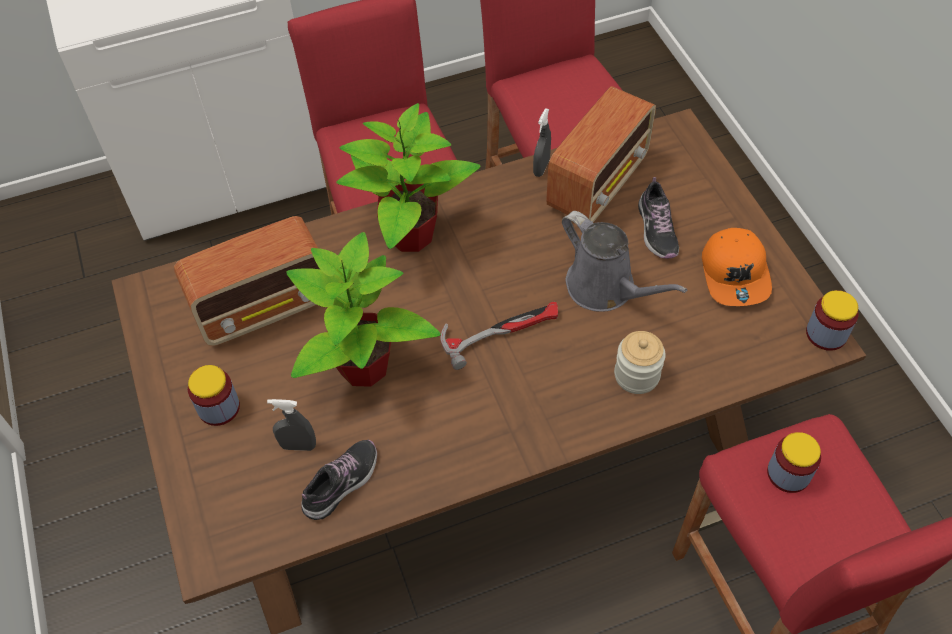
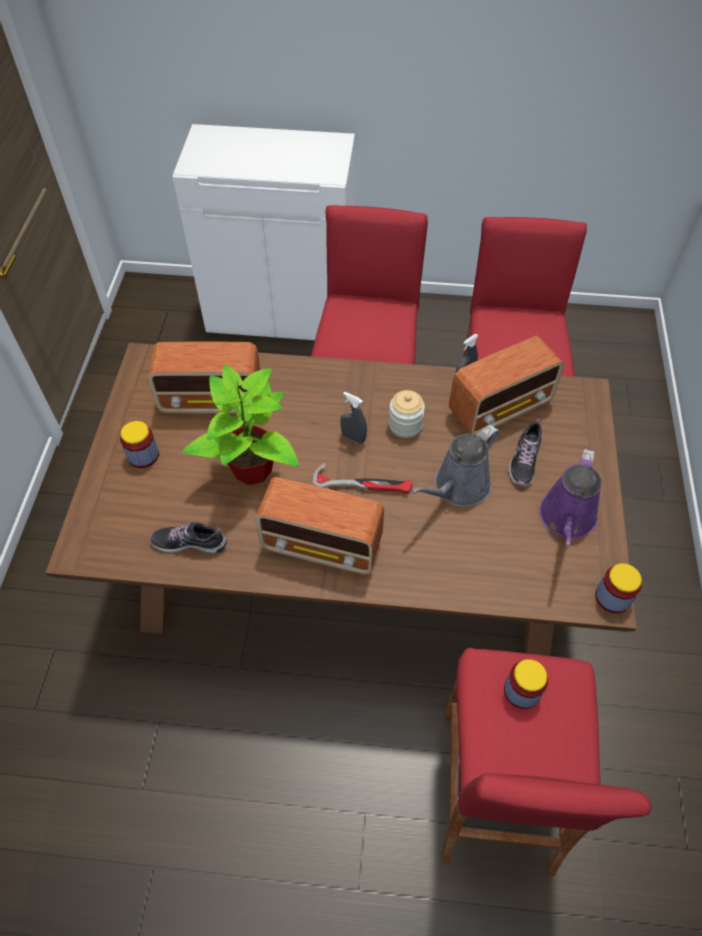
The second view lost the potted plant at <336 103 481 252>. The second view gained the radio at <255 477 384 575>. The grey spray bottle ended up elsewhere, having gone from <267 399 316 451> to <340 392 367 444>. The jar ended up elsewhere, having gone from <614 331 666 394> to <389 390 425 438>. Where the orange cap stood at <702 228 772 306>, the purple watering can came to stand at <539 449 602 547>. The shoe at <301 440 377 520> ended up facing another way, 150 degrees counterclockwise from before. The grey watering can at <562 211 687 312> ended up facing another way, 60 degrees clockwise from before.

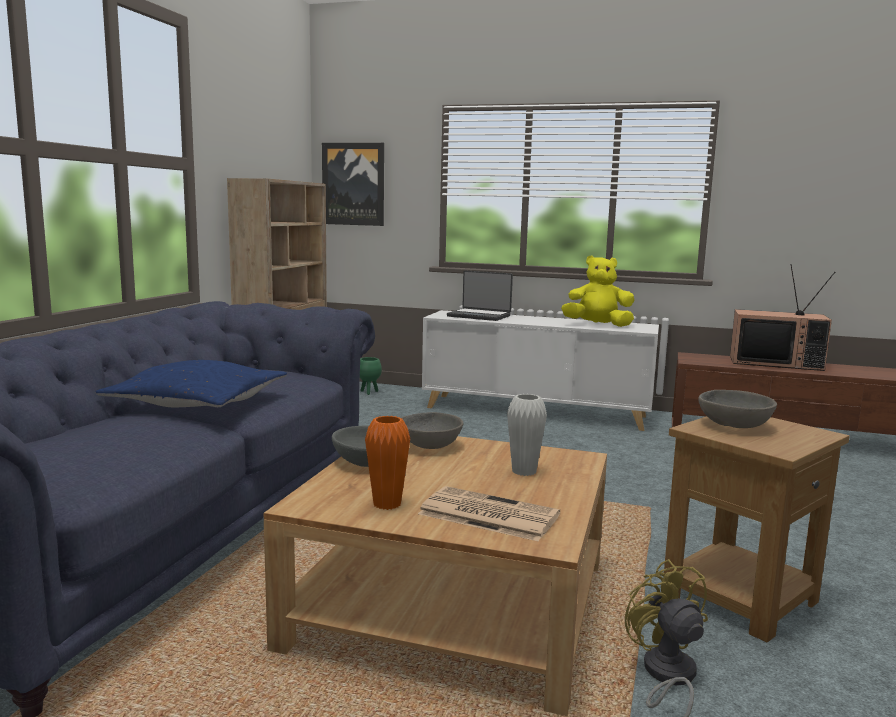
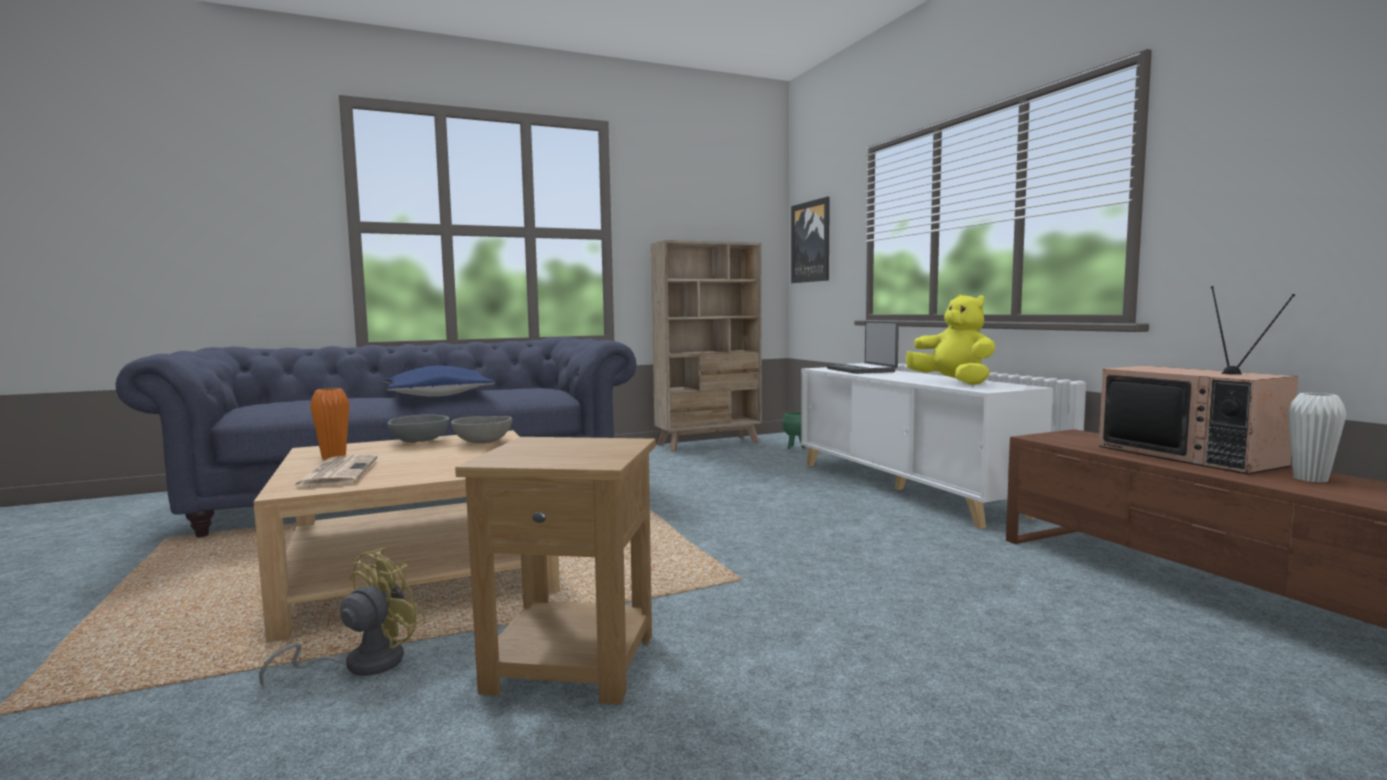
The second view lost the grey bowl at <698 390 777 428>. The white vase ended up elsewhere, having gone from <507 394 547 476> to <1288 393 1346 482>.

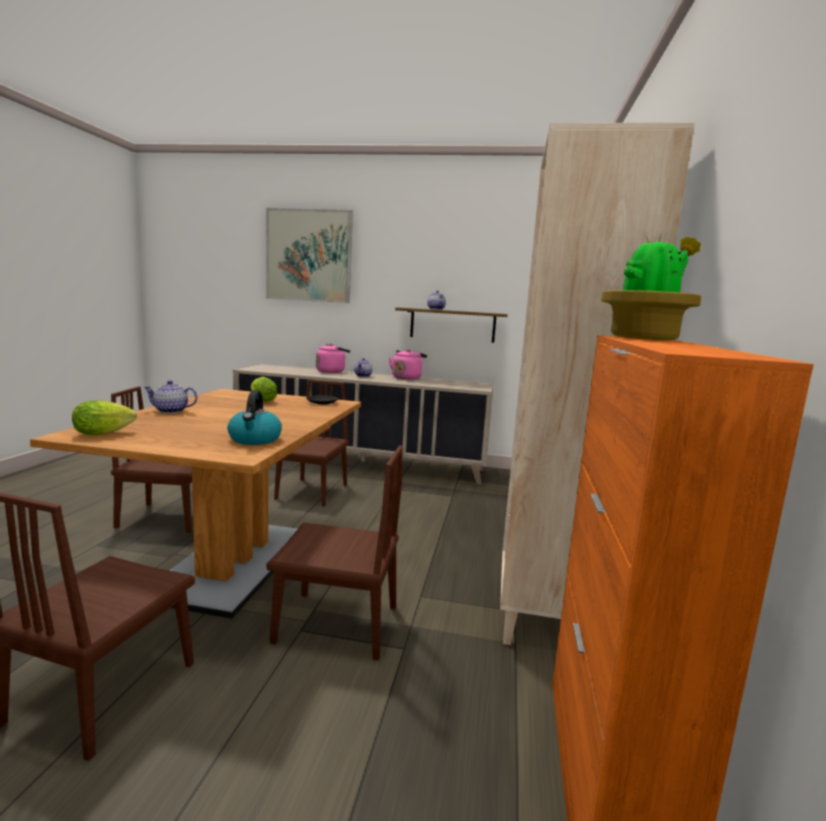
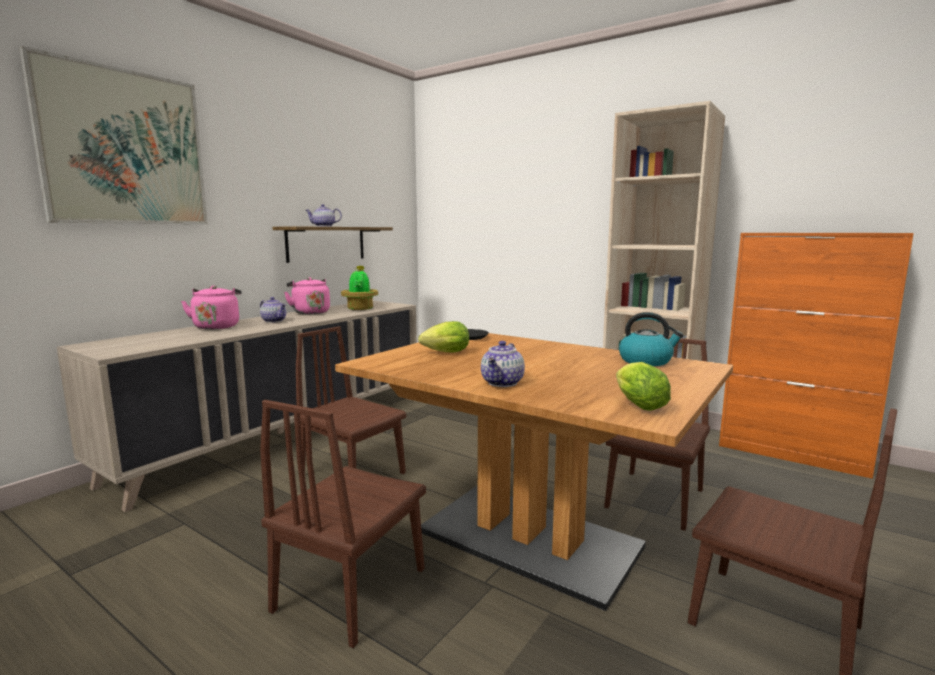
The potted plant ended up elsewhere, having gone from <602 232 701 340> to <341 265 378 310>.

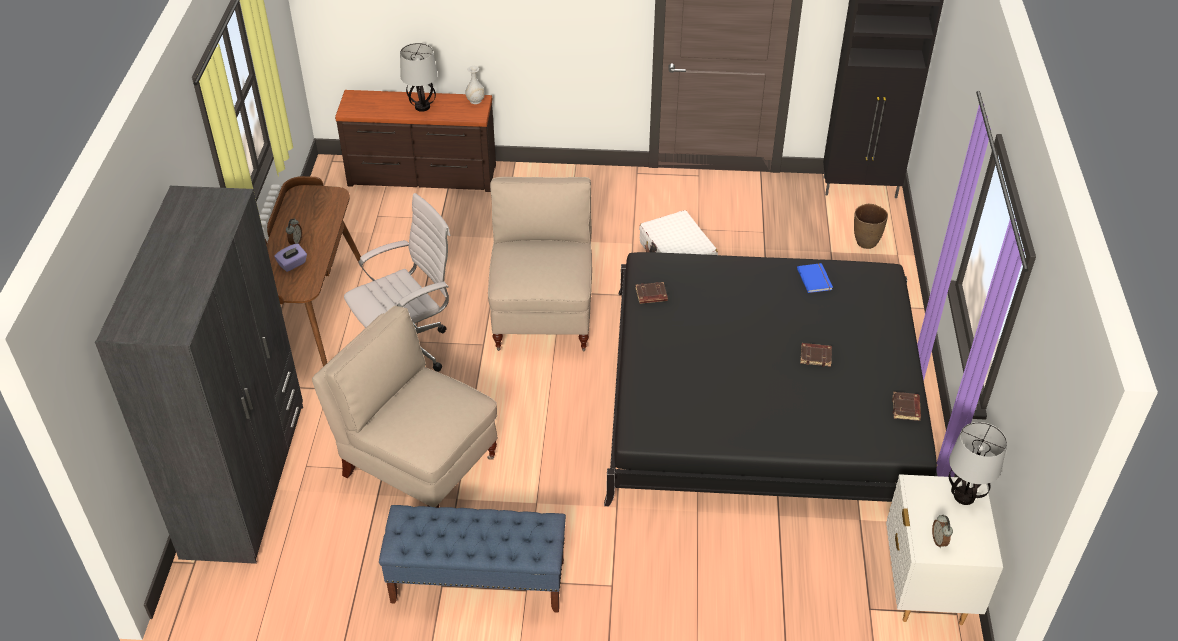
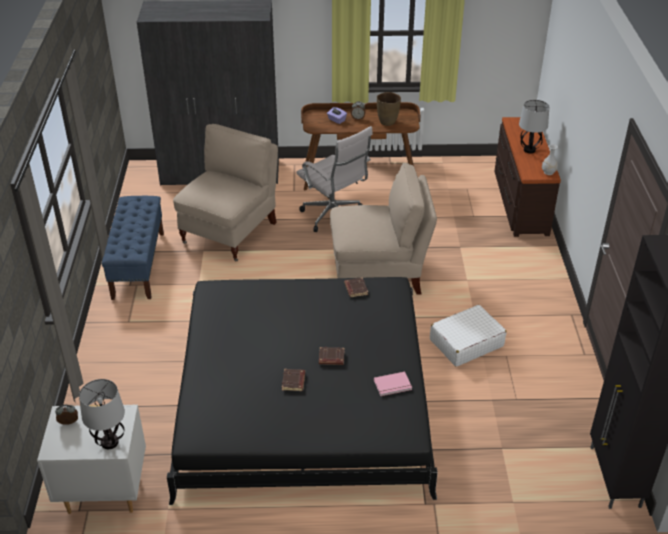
The brown vase ended up elsewhere, having gone from <854 204 888 249> to <377 92 401 126>. The brown book ended up elsewhere, having gone from <892 392 921 421> to <319 347 345 365>. What was the blue book at <797 263 833 293> turned into the pink book at <374 372 412 396>.

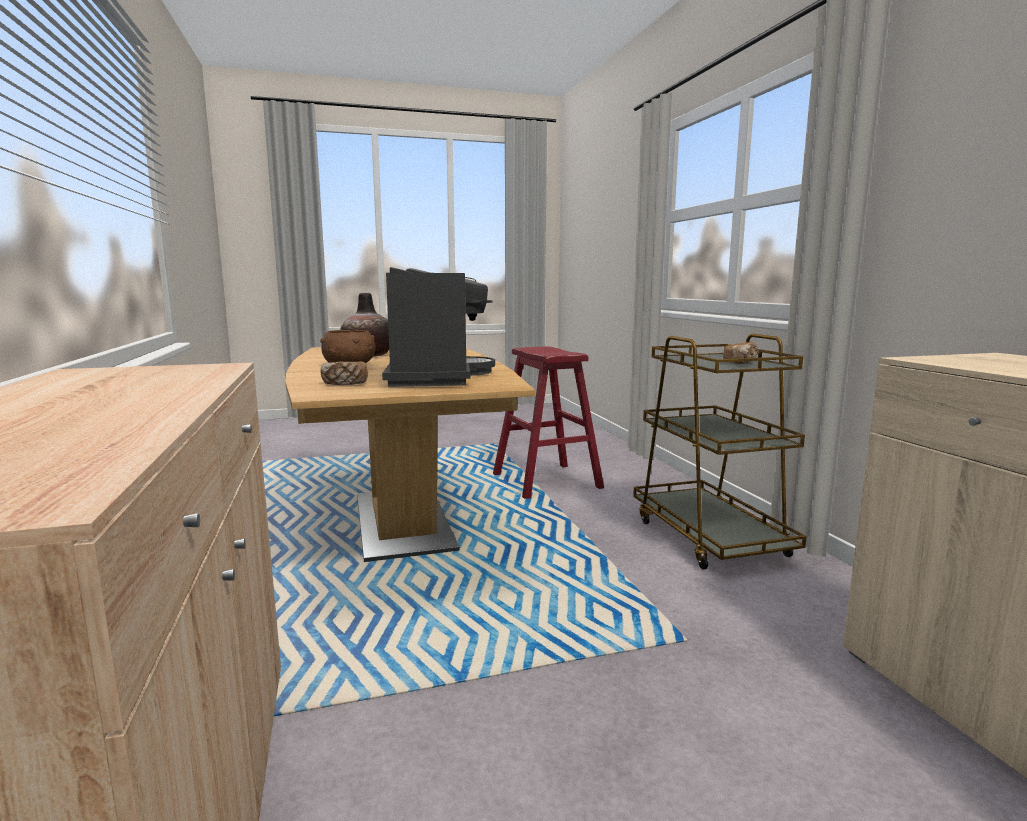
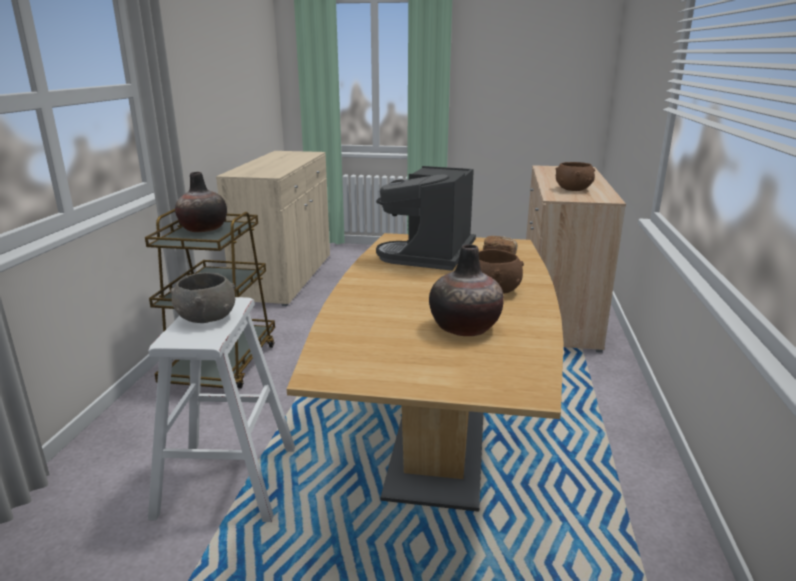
The second view gained the grey bowl at <171 272 235 323>. The second view gained the brown bowl at <556 162 595 191>. Where the bread stood at <723 342 759 364>, the vase came to stand at <175 172 227 232>. What was the red stool at <493 346 604 499> turned into the white stool at <148 297 295 522>.

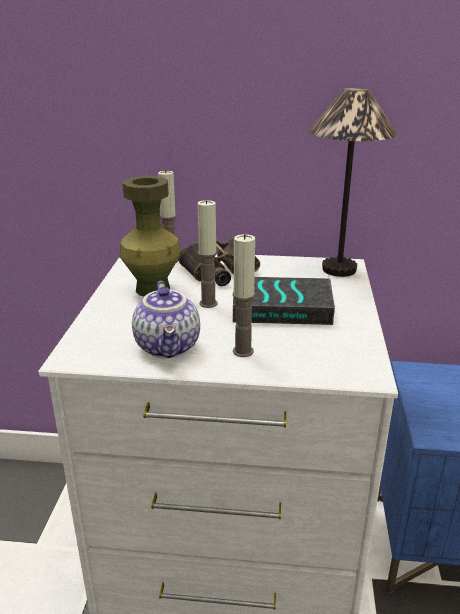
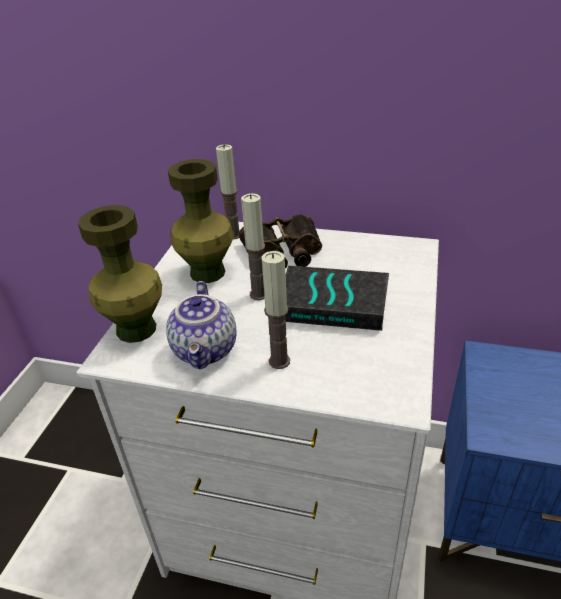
The second view lost the table lamp at <308 88 397 277>. The second view gained the green vase at <78 205 162 343>.

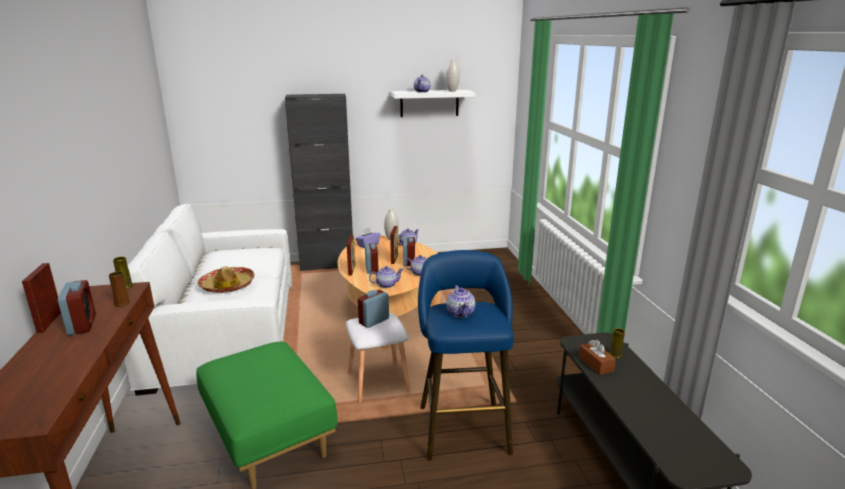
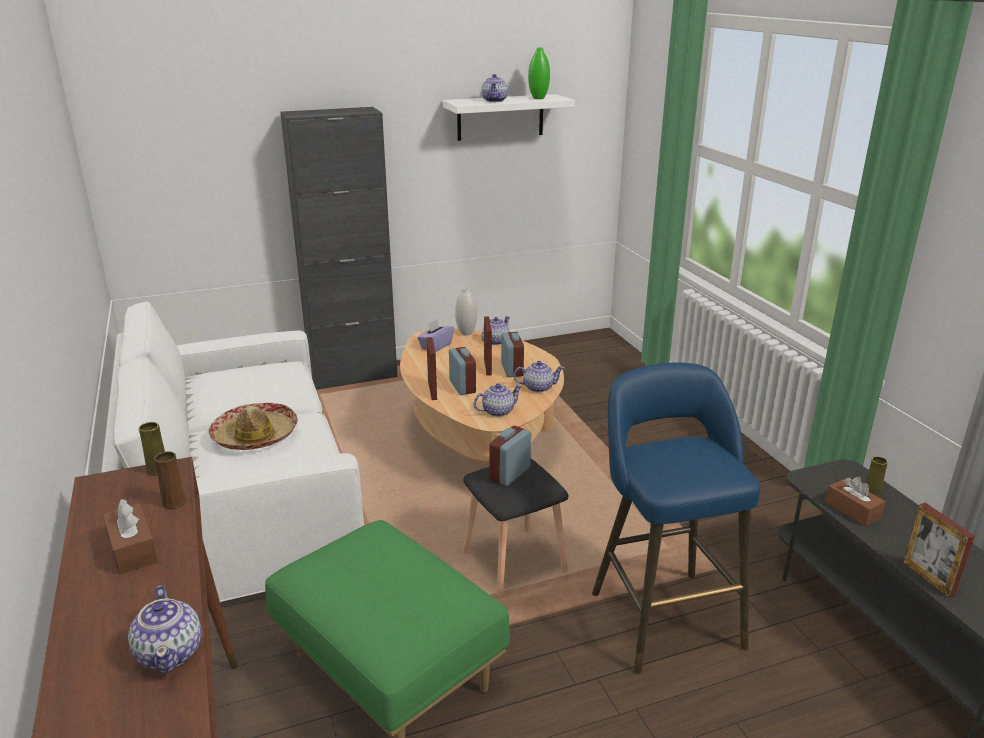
The picture frame ended up elsewhere, having gone from <22 263 61 333> to <903 502 975 598>. The teapot ended up elsewhere, having gone from <446 285 475 318> to <128 585 202 673>. Where the alarm clock stood at <58 280 96 335>, the brown tissue box came to stand at <103 499 158 574>. What was the white stool at <346 313 411 403> turned into the black stool at <463 459 568 597>. What was the white vase at <446 59 460 92> turned into the green vase at <528 48 550 99>.

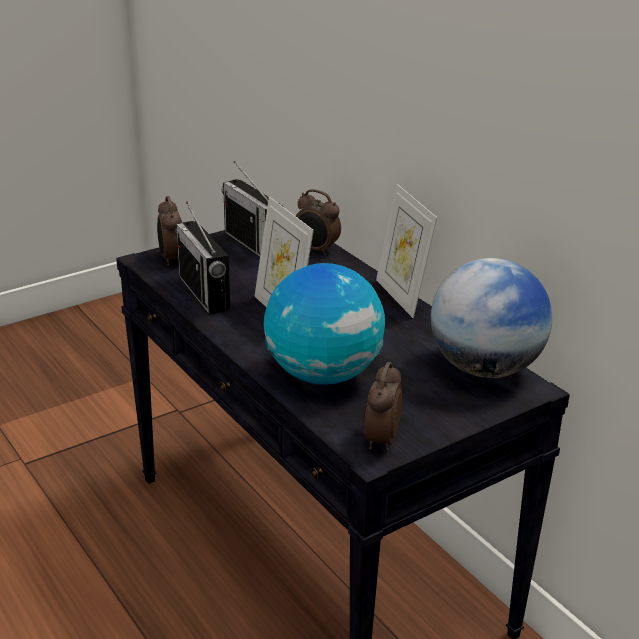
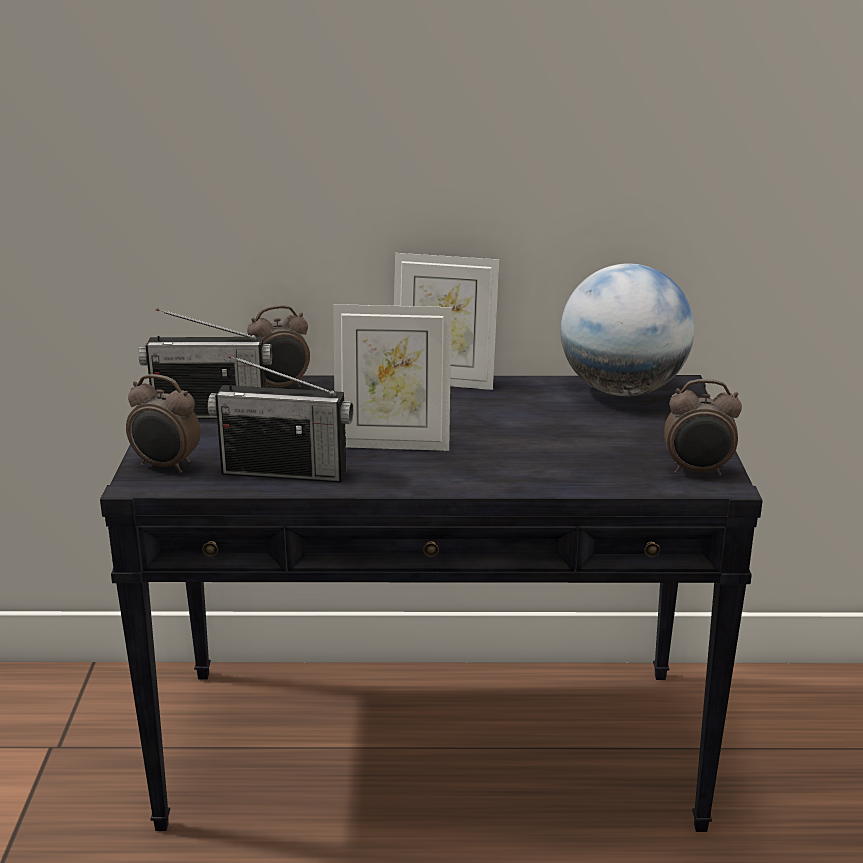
The second view lost the globe at <264 263 385 385>. The alarm clock at <364 362 402 450> ended up facing another way, 45 degrees counterclockwise from before.

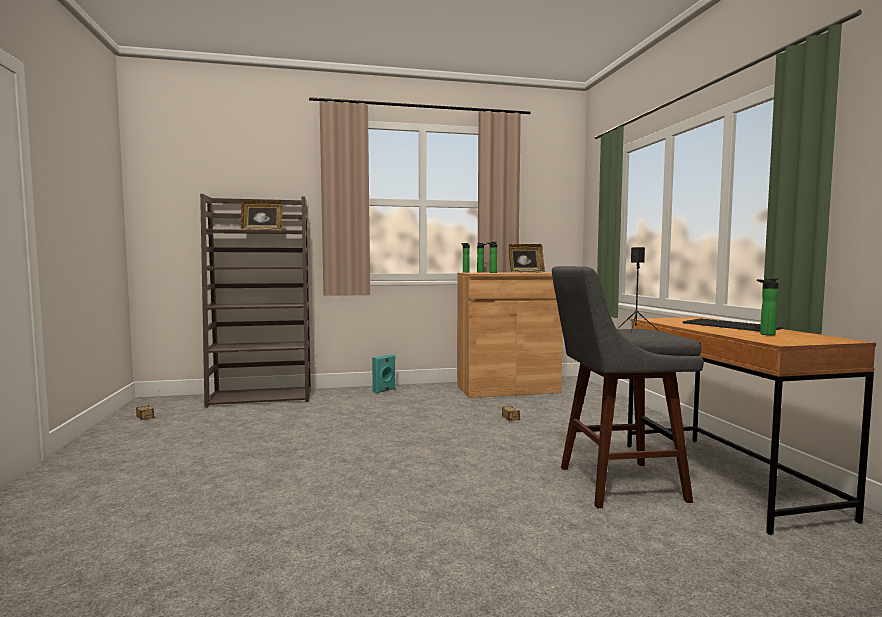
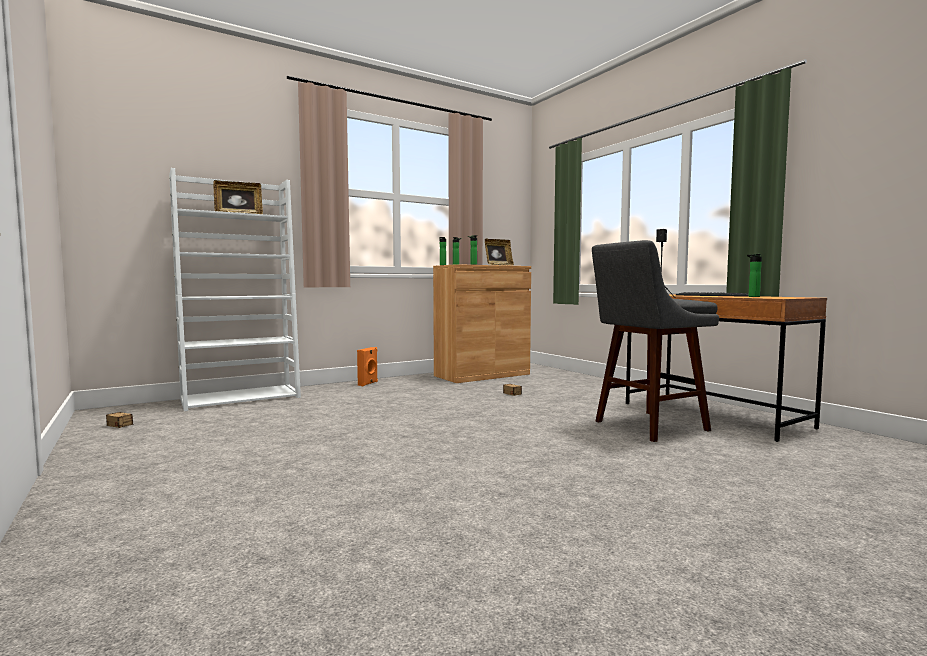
What was the brown bookcase at <200 194 311 408> turned into the white bookcase at <169 168 301 411>. What was the turquoise speaker at <372 354 396 394> turned into the orange speaker at <357 347 378 386>.

